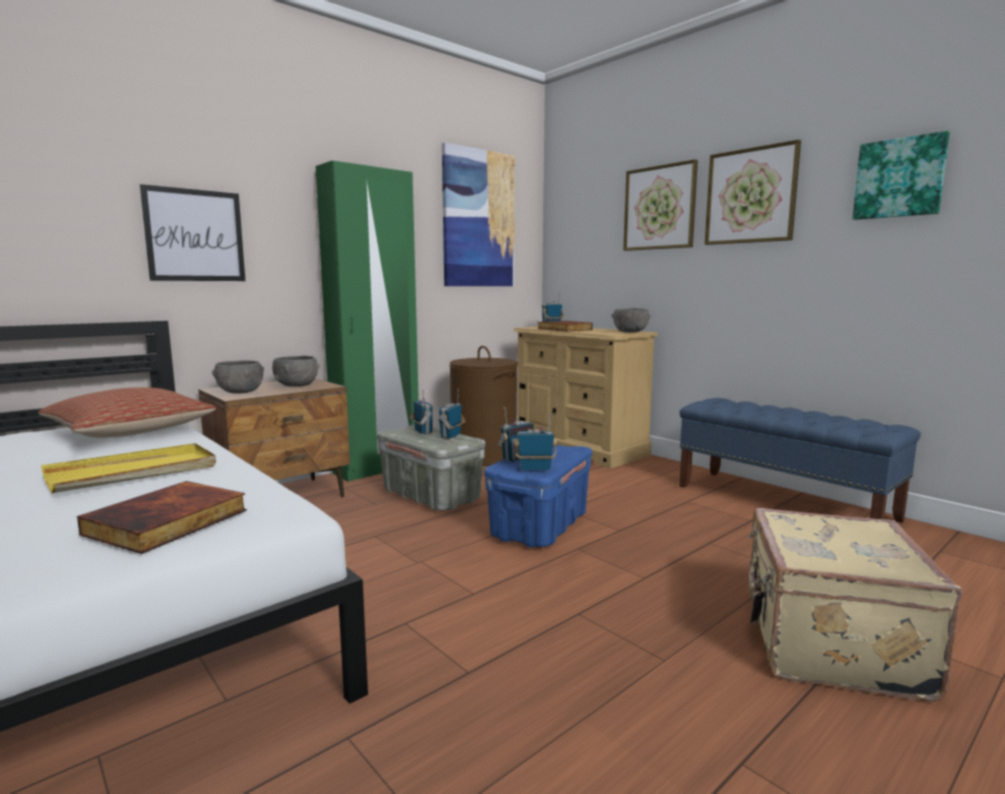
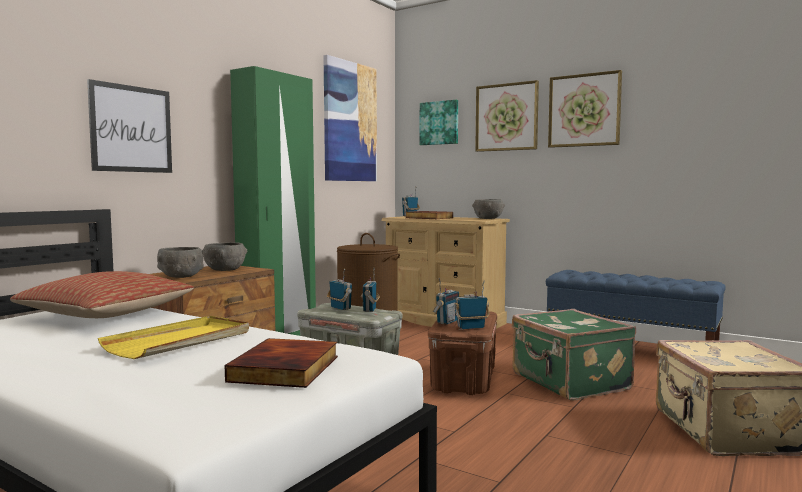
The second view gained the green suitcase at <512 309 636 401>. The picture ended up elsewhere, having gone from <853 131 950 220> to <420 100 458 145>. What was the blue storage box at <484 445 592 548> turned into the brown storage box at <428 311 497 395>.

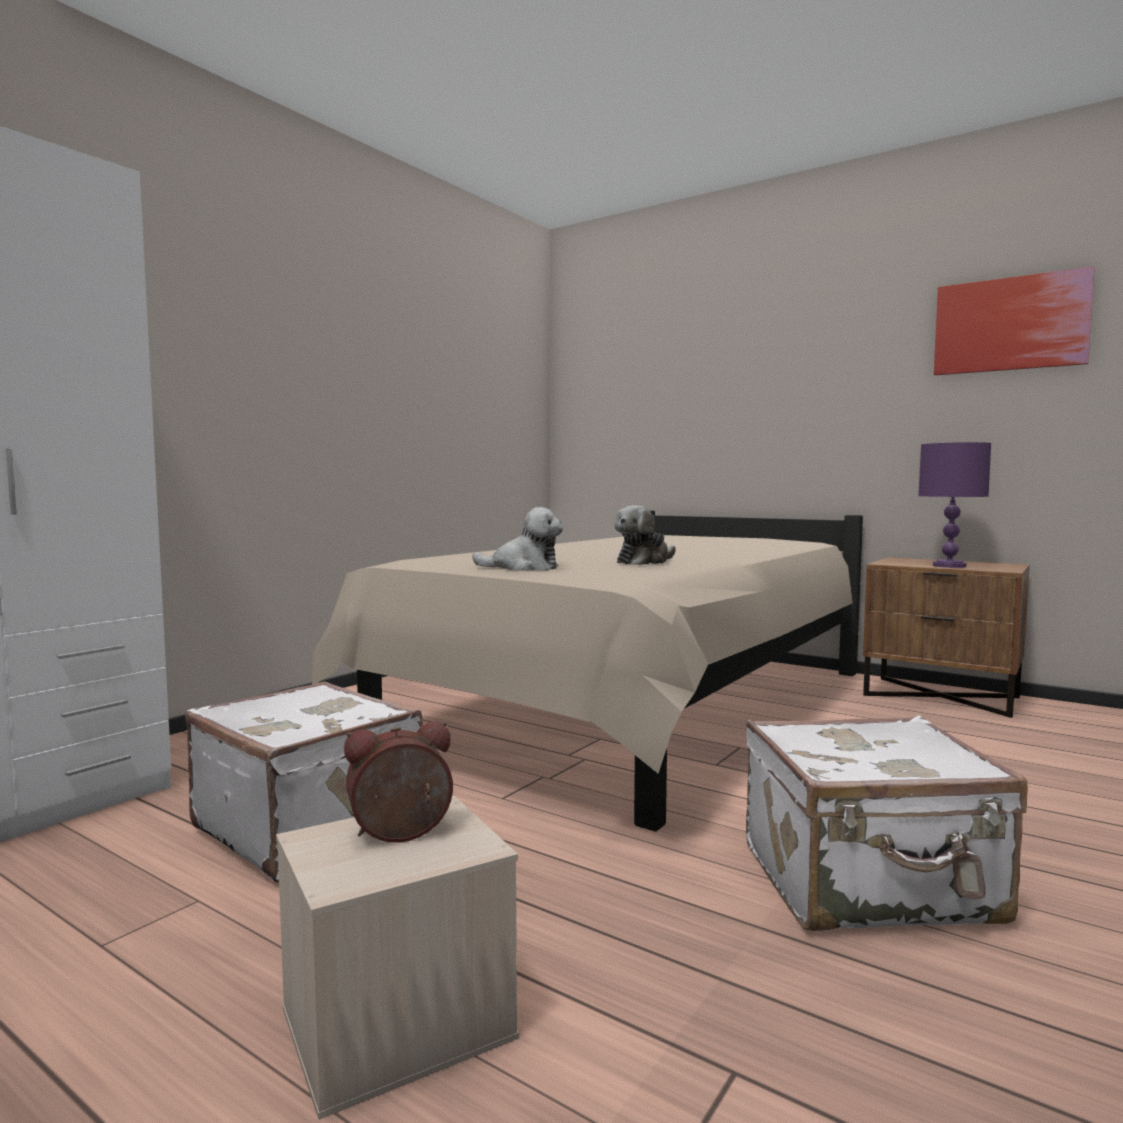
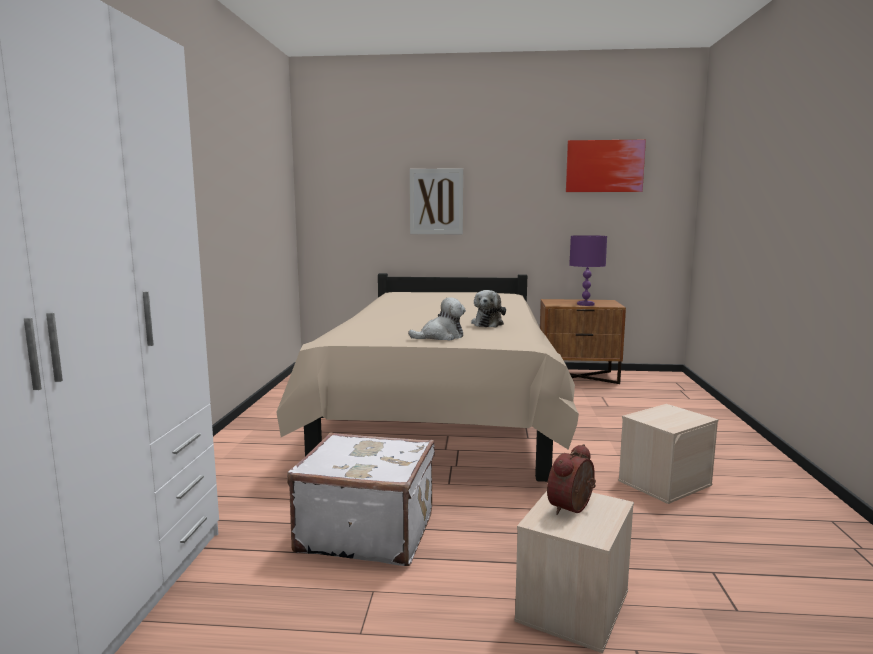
The second view gained the picture at <410 168 463 234>. Where the white suitcase stood at <746 715 1028 931>, the beige storage box came to stand at <618 404 718 504>.

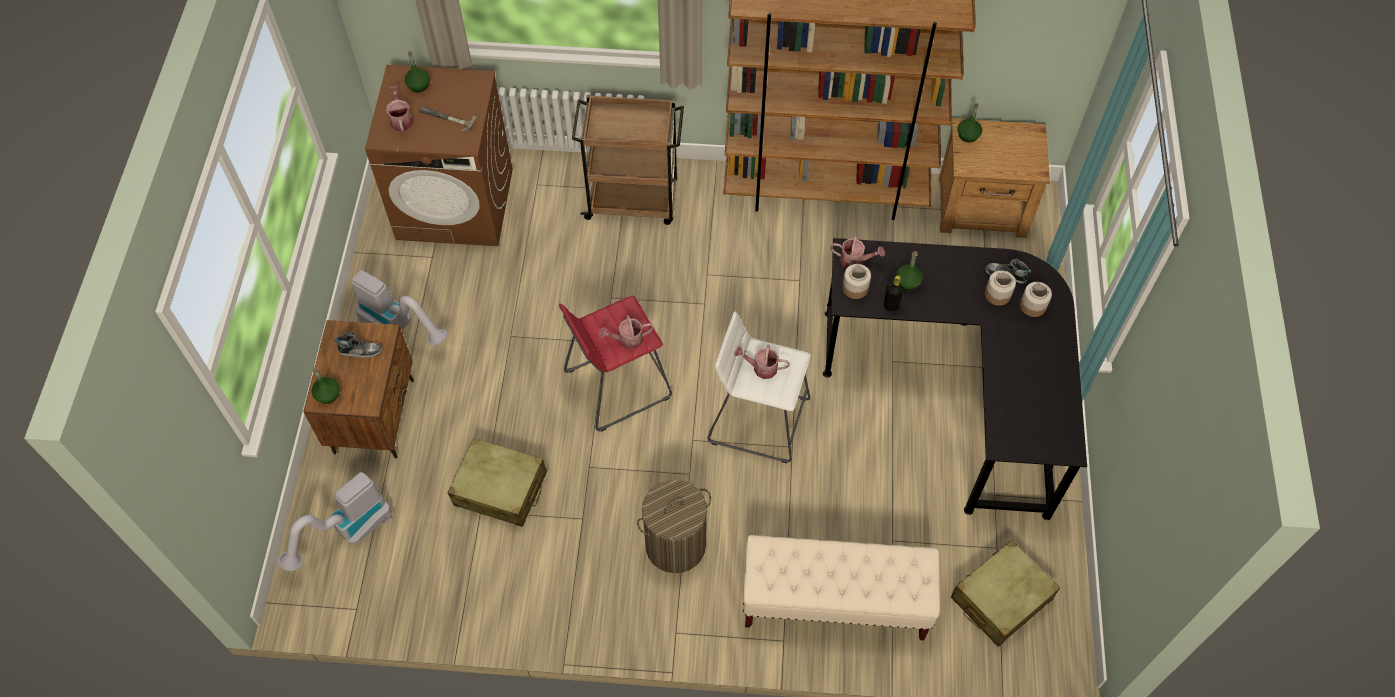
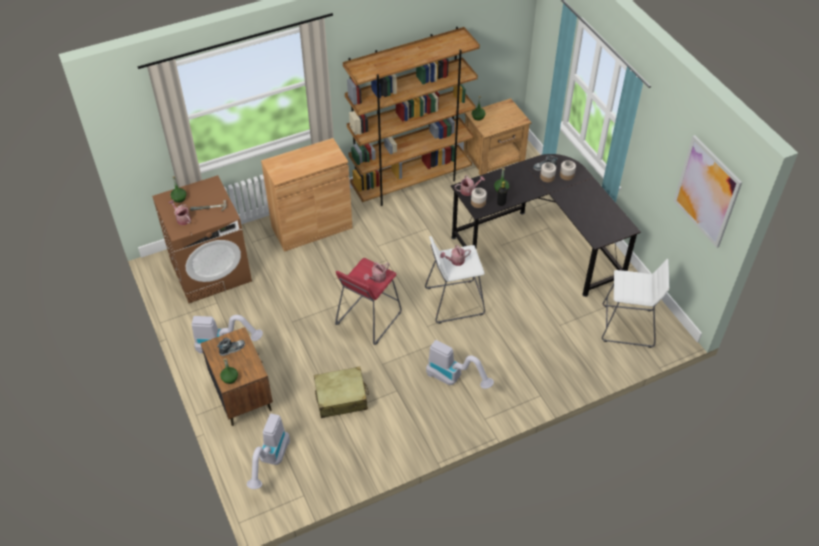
The second view lost the beige bench at <743 535 940 640>. The second view gained the picture at <674 135 742 248>. Where the brown cart stood at <572 95 684 225>, the brown cabinet came to stand at <261 138 353 252>. Where the laundry basket stood at <637 480 711 573>, the vacuum cleaner came to stand at <426 340 494 389>. Where the beige suitcase stood at <951 540 1061 647>, the white stool came to stand at <602 259 669 348>.

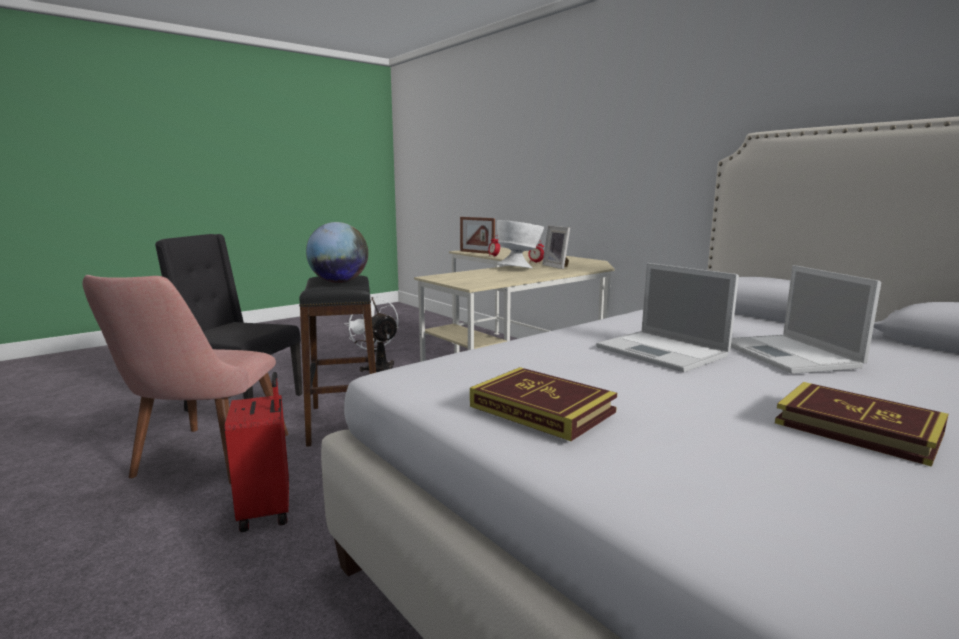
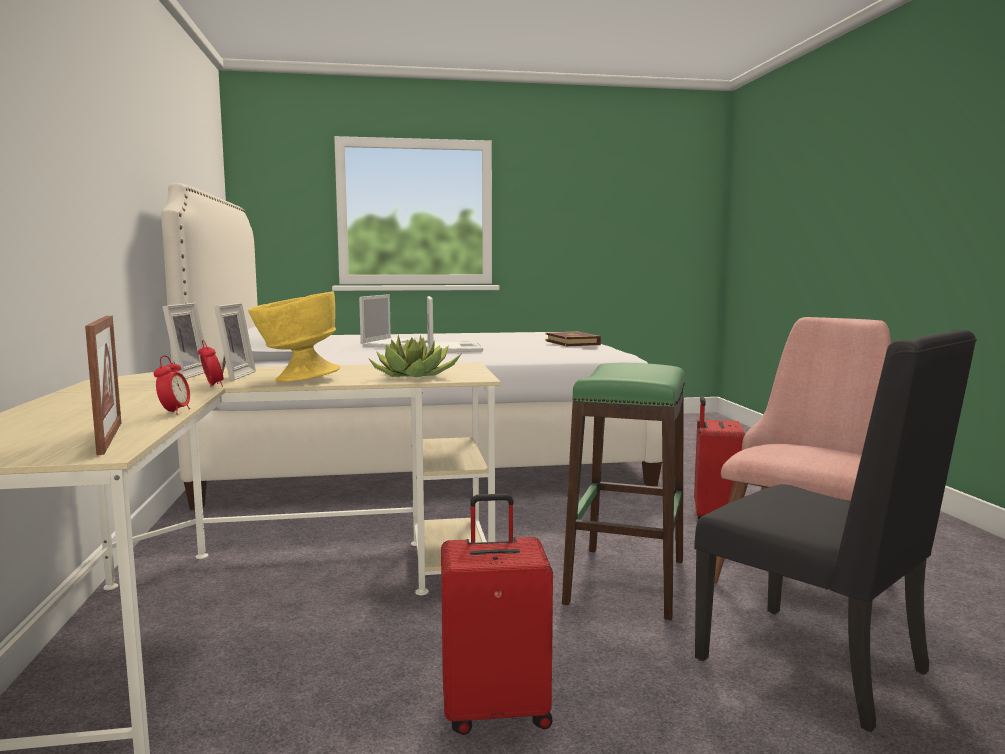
The second view lost the globe at <306 222 368 283>. The second view lost the book at <775 382 949 467>. The second view gained the picture frame at <162 303 205 379>. The second view gained the potted plant at <368 334 462 377>. Where the white fan stood at <344 297 399 372>, the red suitcase came to stand at <441 494 553 735>. What was the black stool at <299 275 376 447> turned into the green stool at <562 363 685 620>. What was the white bowl at <497 220 544 268> turned into the yellow bowl at <248 291 340 382>.

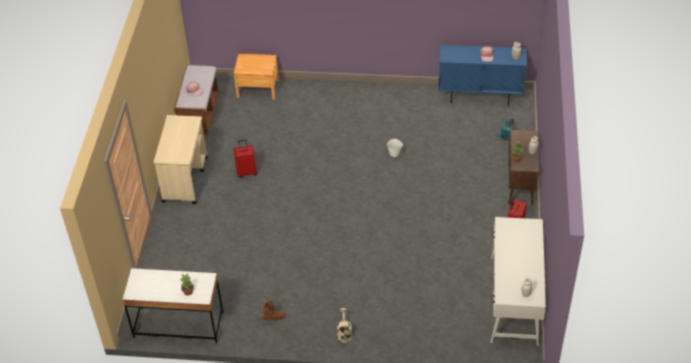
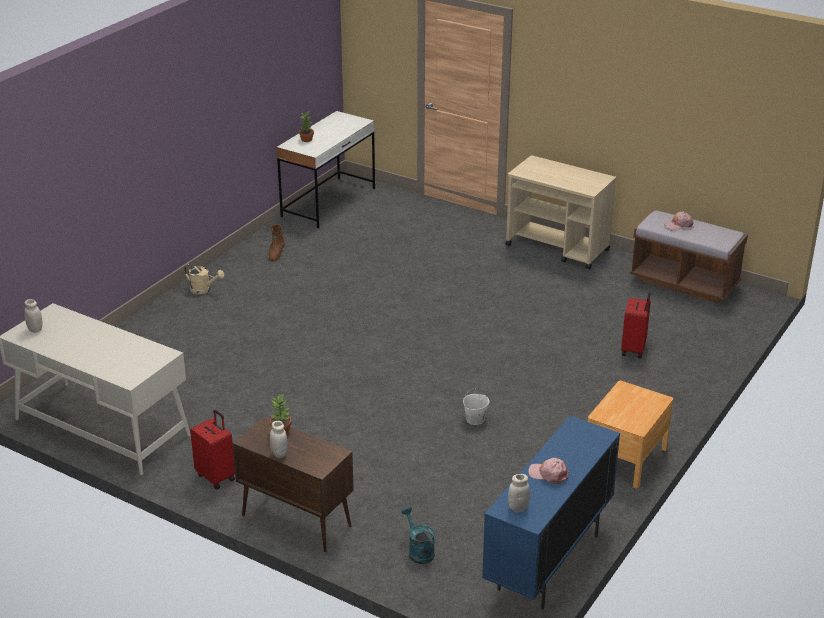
The red suitcase ended up elsewhere, having gone from <233 140 257 178> to <621 292 651 358>. The brown nightstand ended up elsewhere, having gone from <234 54 279 100> to <588 381 673 489>.

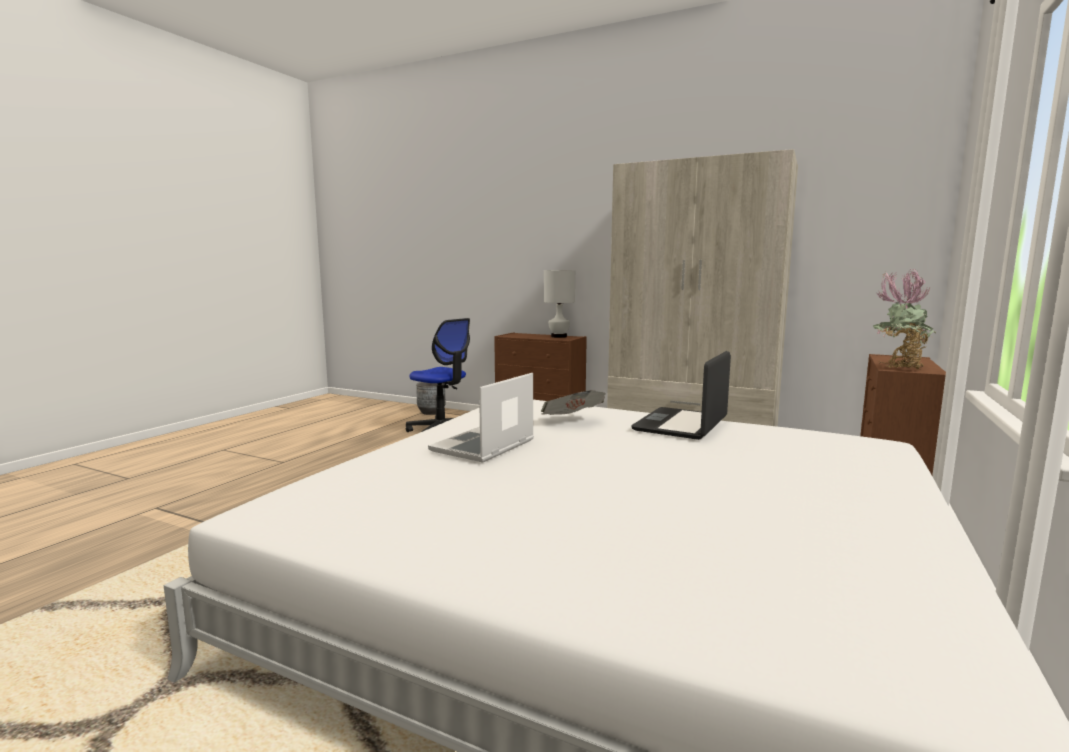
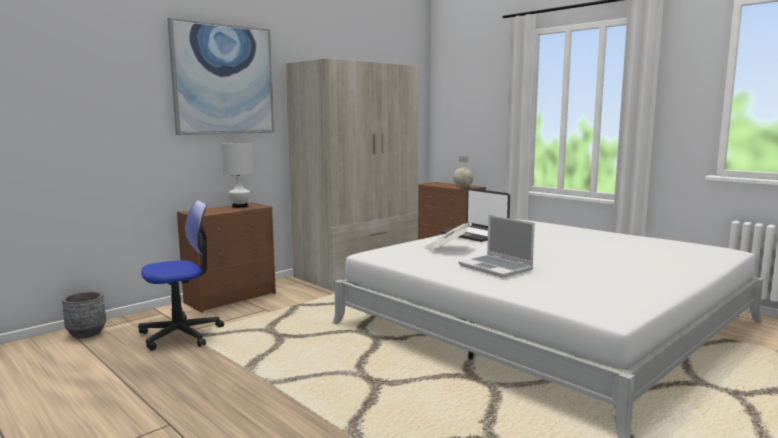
The second view gained the picture at <167 18 274 135>. Where the potted plant stood at <873 269 936 369>, the globe came to stand at <453 156 473 188>.

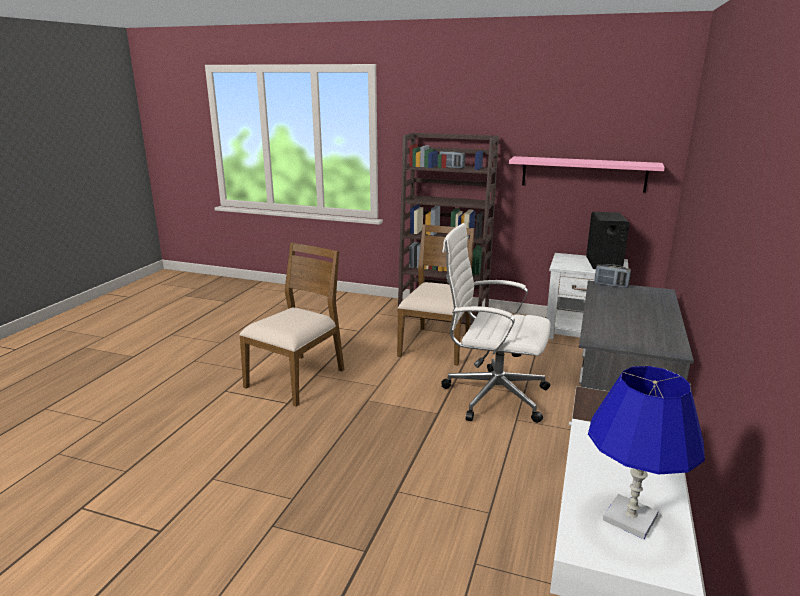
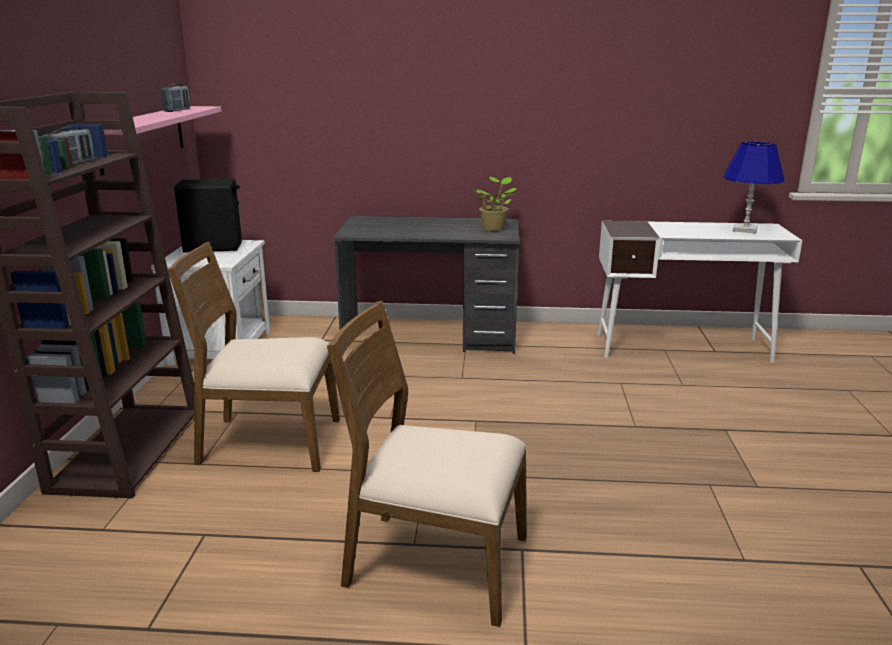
The second view lost the white office chair at <441 223 551 423>. The second view gained the potted plant at <473 177 517 231>. The radio ended up elsewhere, having gone from <594 264 631 288> to <161 83 190 112>.

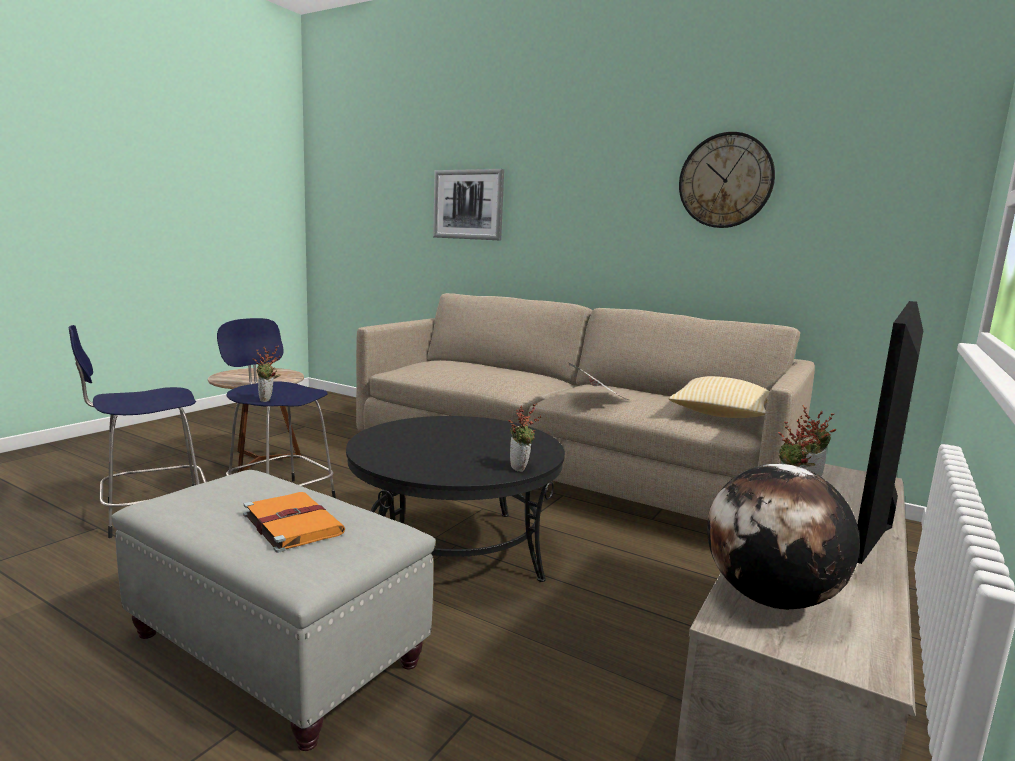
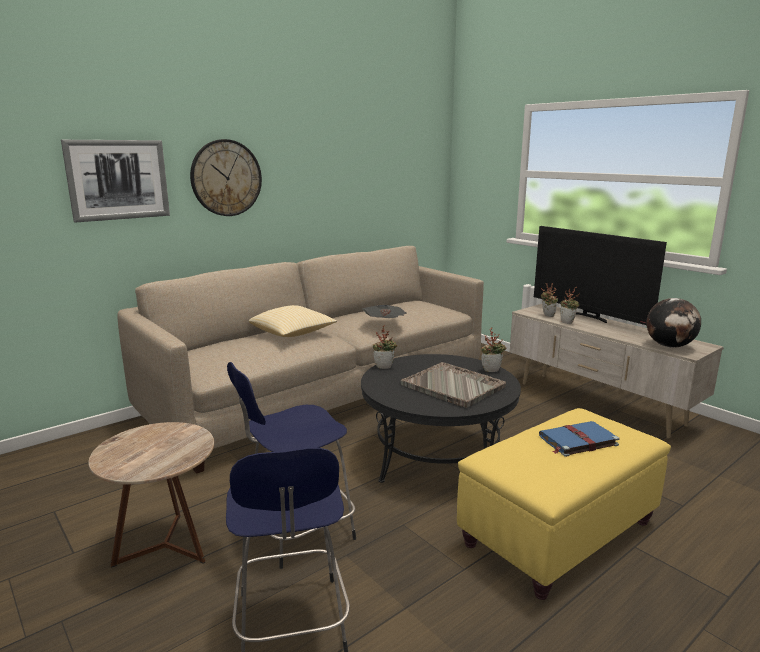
The second view gained the grey tray at <401 362 506 408>. The potted plant ended up elsewhere, having gone from <252 345 281 402> to <373 325 398 369>. The pillow ended up elsewhere, having gone from <669 376 770 418> to <249 305 337 337>. The wall clock ended up elsewhere, having gone from <679 132 775 228> to <190 139 262 216>. What was the grey ottoman at <111 470 436 751> turned into the yellow ottoman at <457 408 671 600>. What was the orange book at <243 492 345 553> turned into the blue book at <539 421 620 457>.

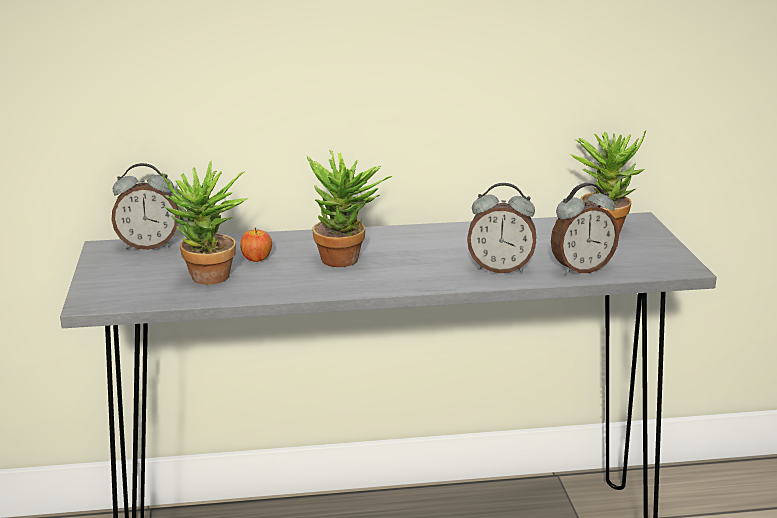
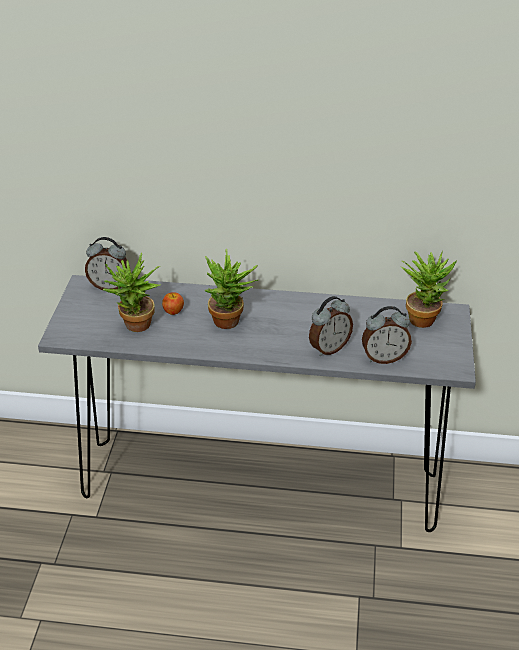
The alarm clock at <467 183 536 273> ended up facing another way, 60 degrees counterclockwise from before.

